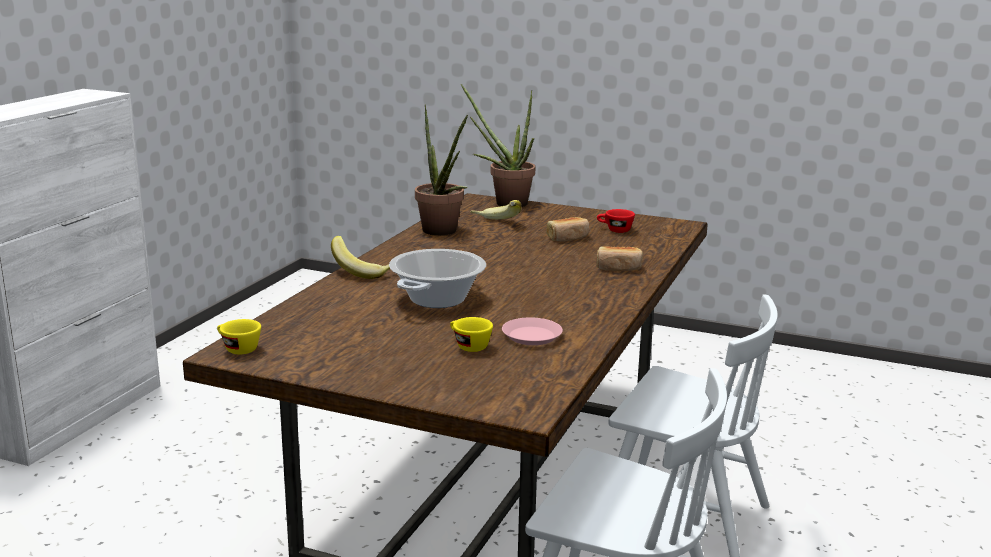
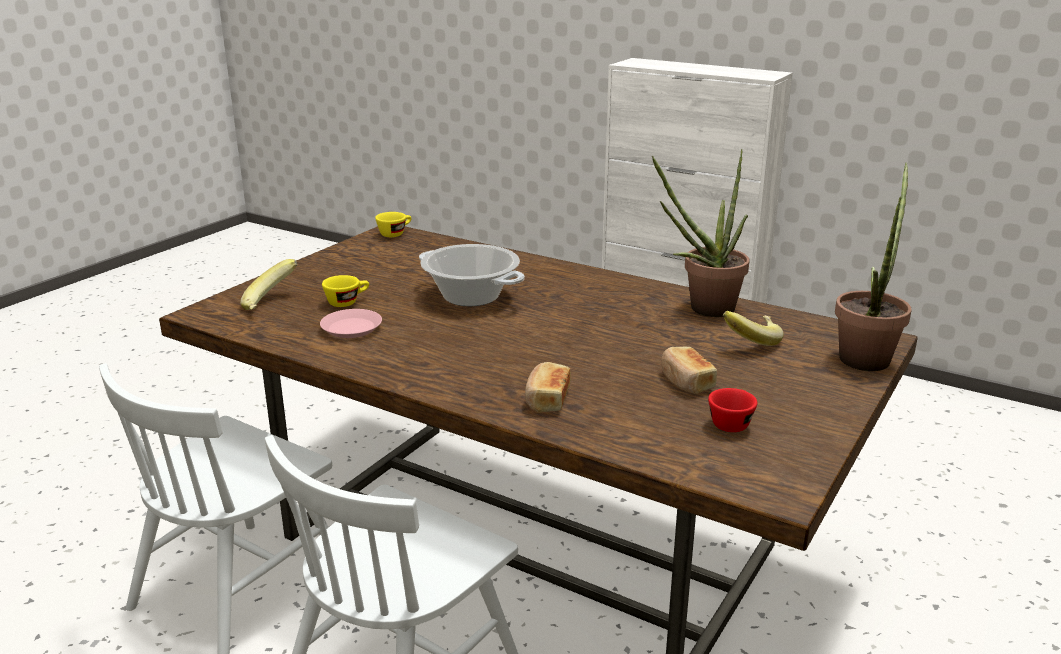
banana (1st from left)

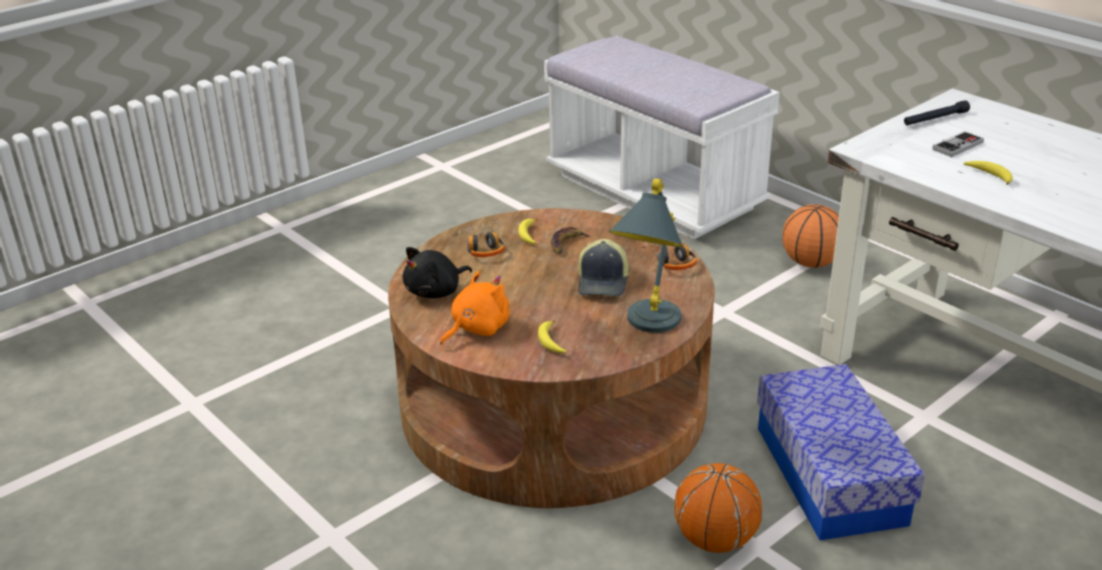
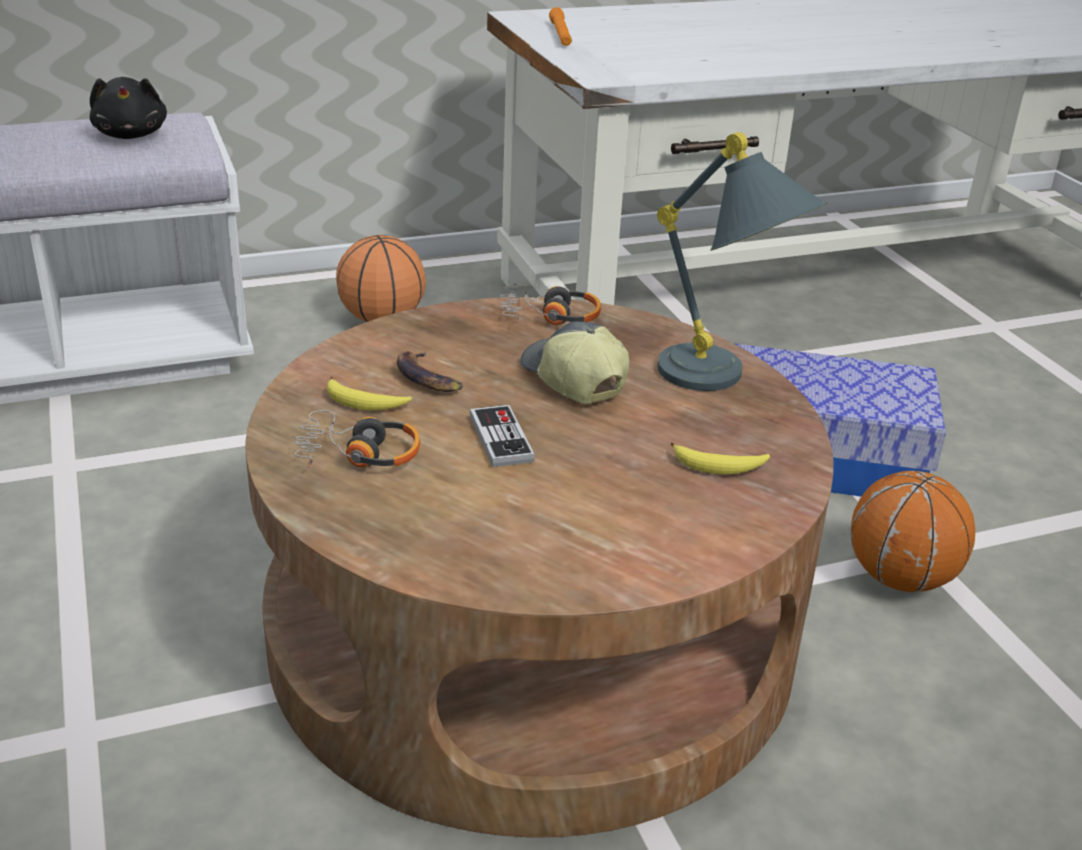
orange plush toy
banana (4th from left in the first image)
black plush toy
game controller
orange flashlight
cap

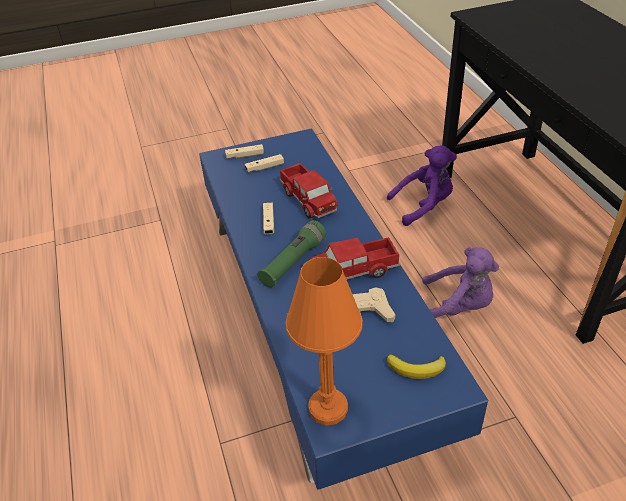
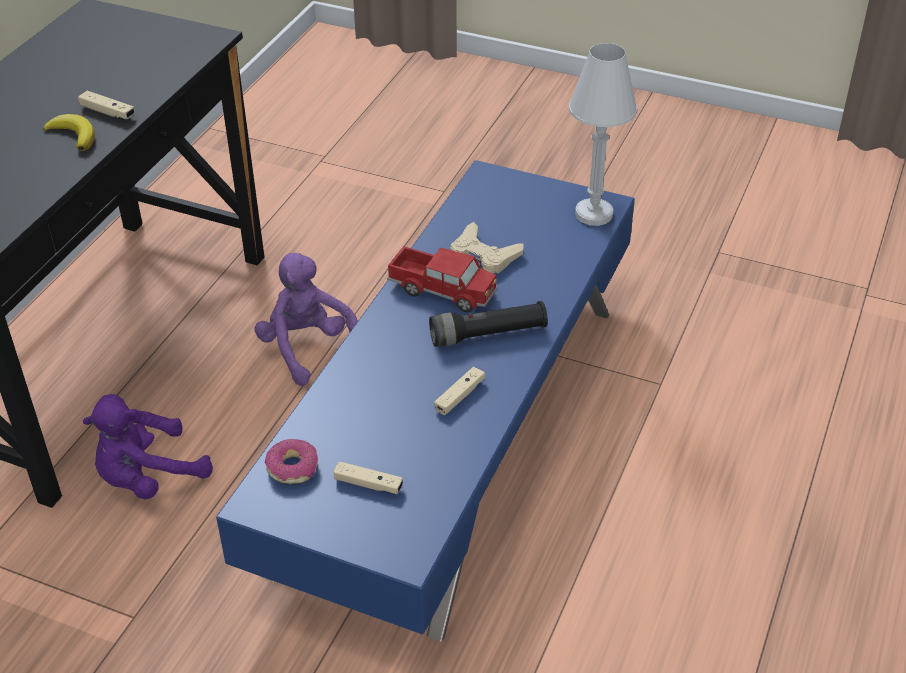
toy truck (1st from left in the first image)
donut
beige game controller (1st from left)
banana
black flashlight
white table lamp
purple plush toy (1st from left)

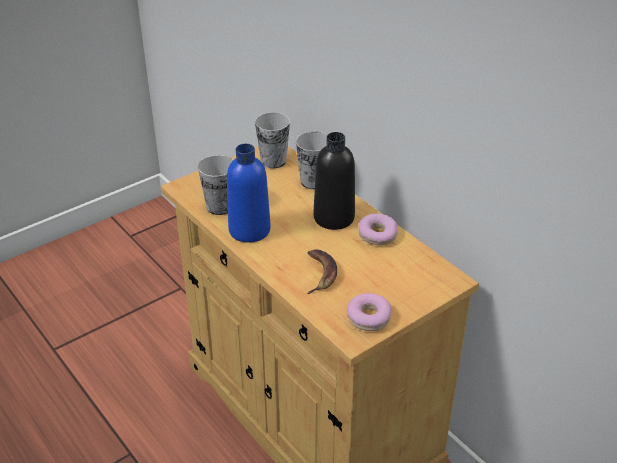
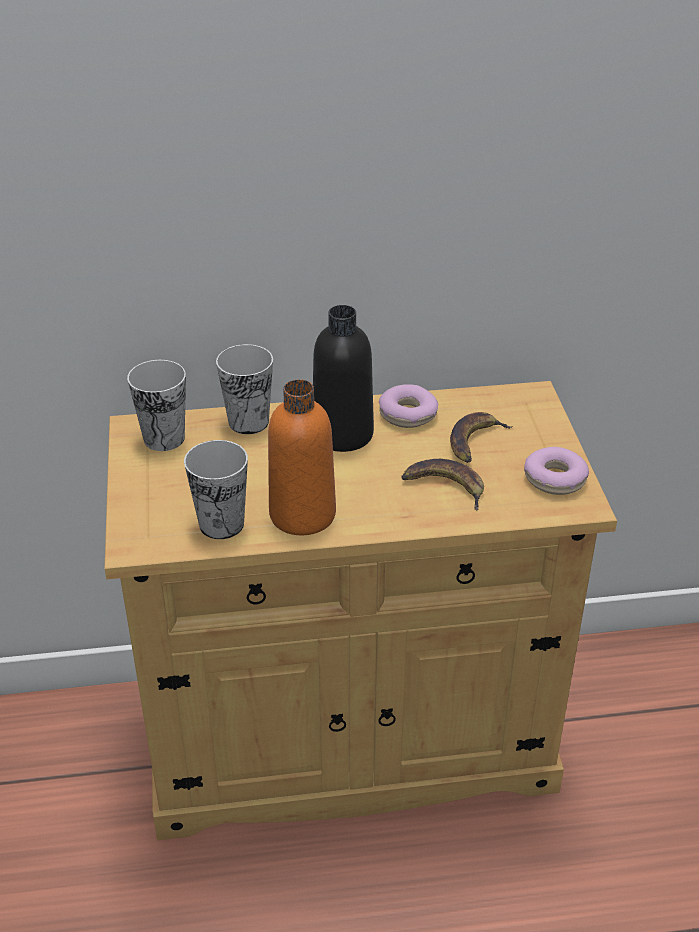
banana (2nd from left)
orange bottle

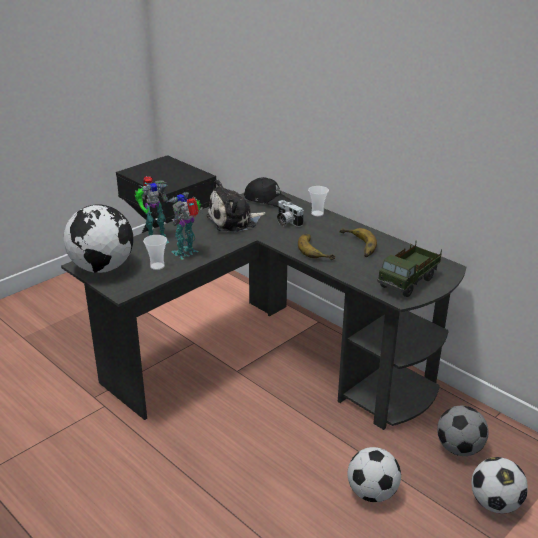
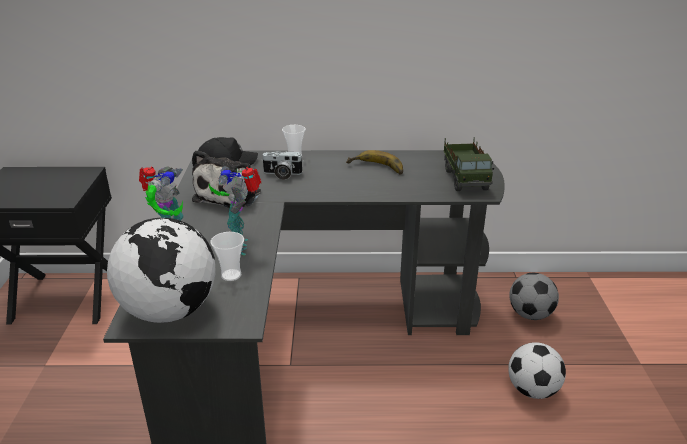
banana (1st from left in the first image)
football (3rd from left in the first image)

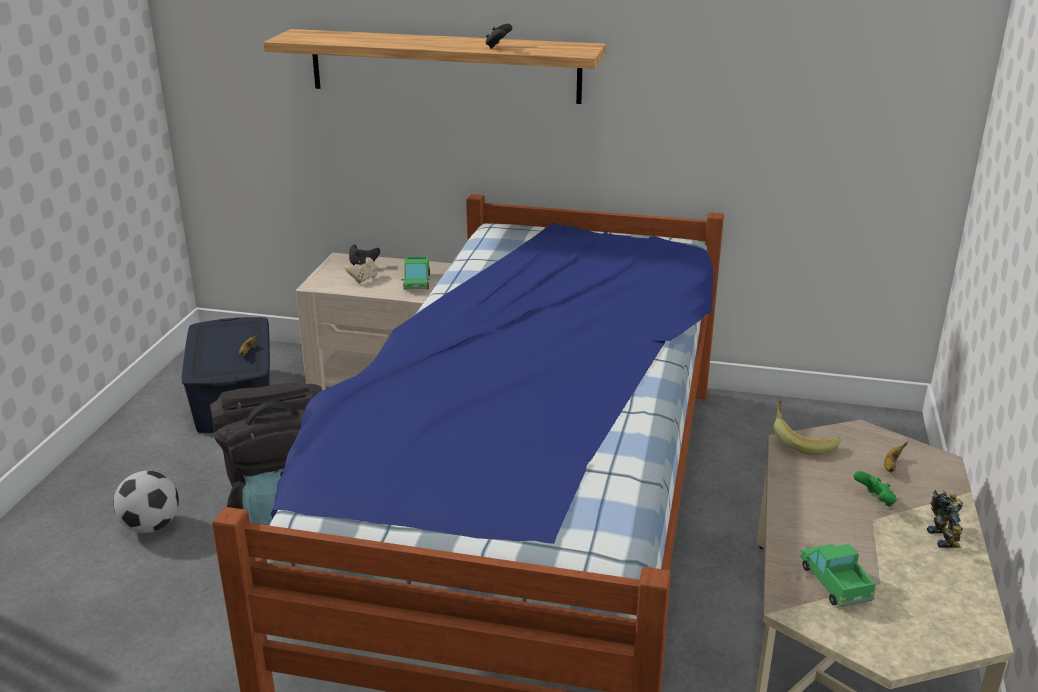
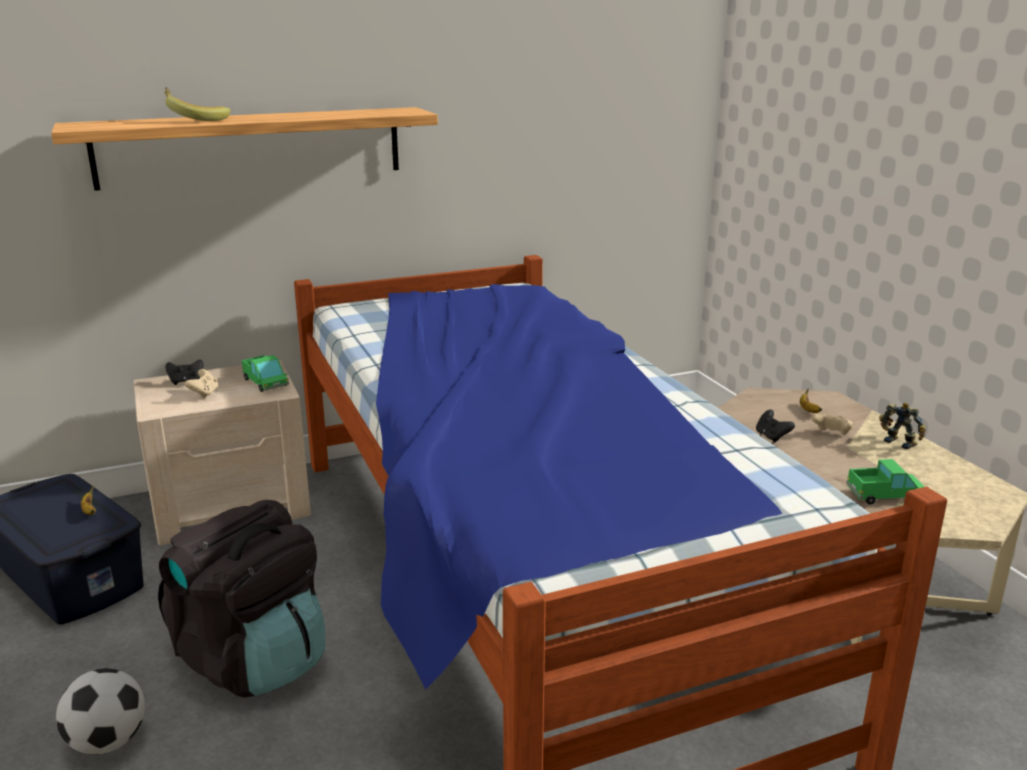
black game controller (2nd from left)
banana (2nd from left)
beige game controller (2nd from left)
toy truck (2nd from left)

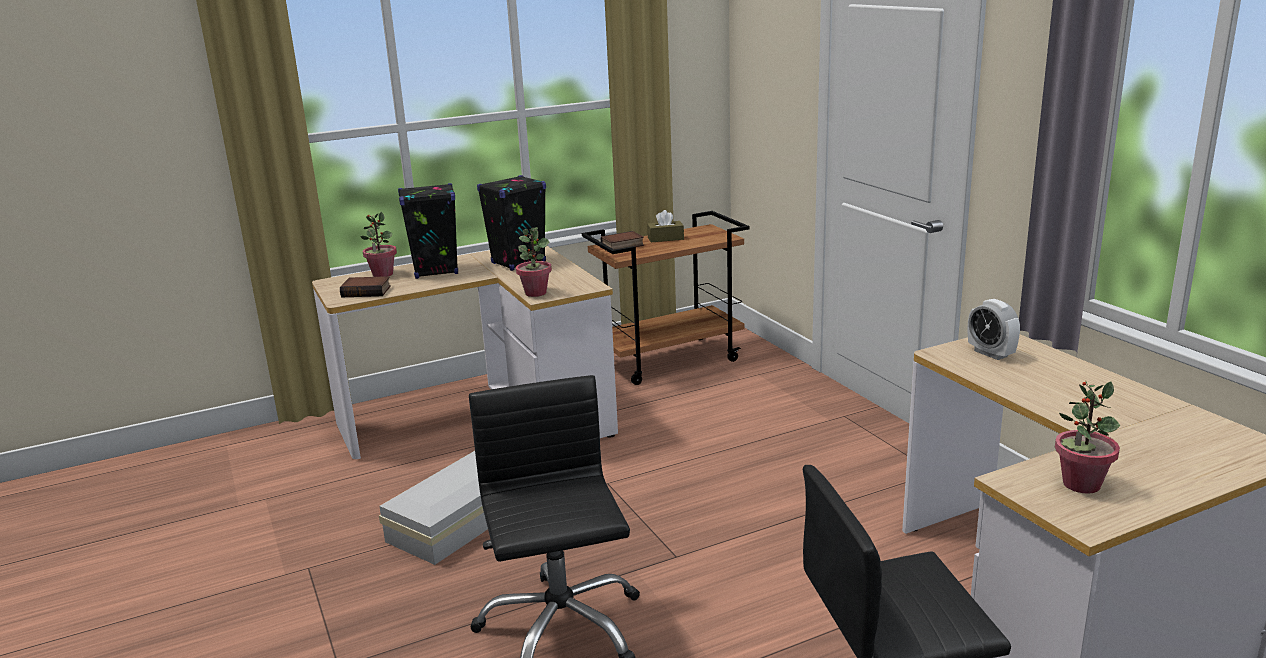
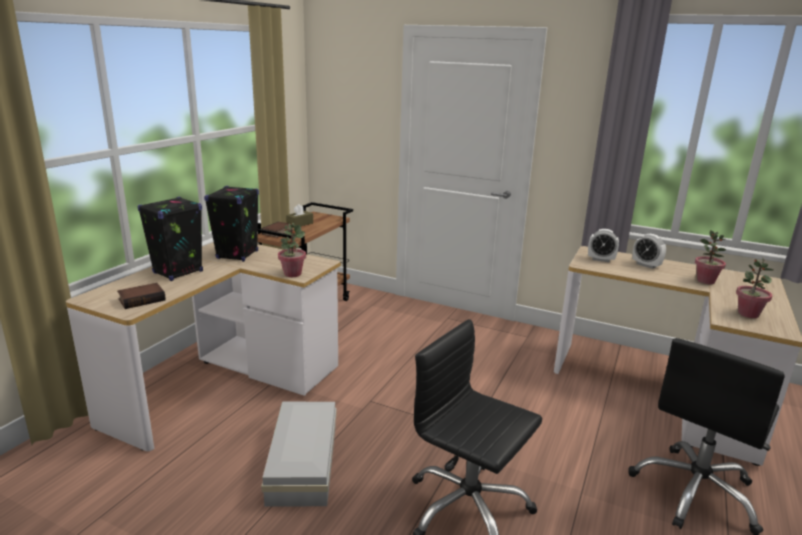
alarm clock (2nd from left)
potted plant (2nd from left)

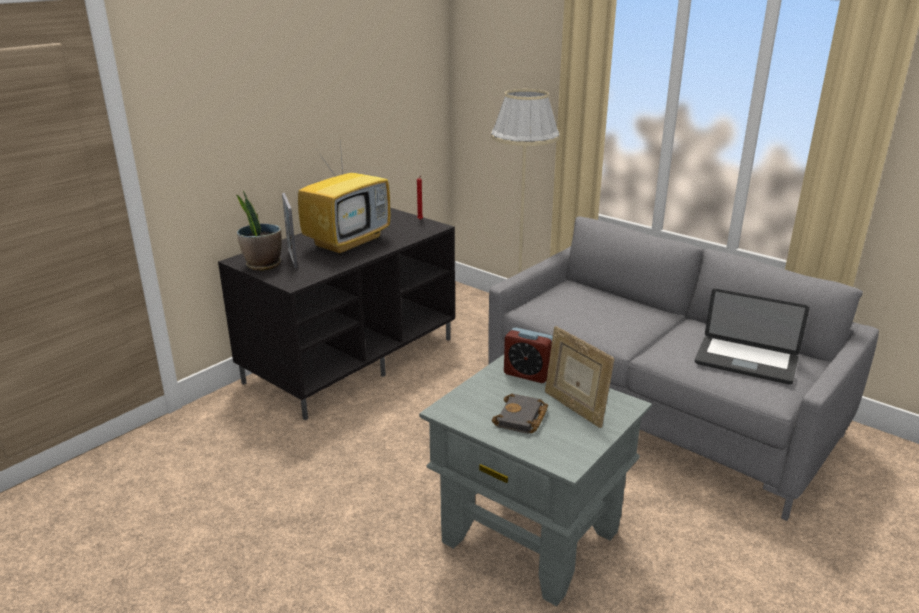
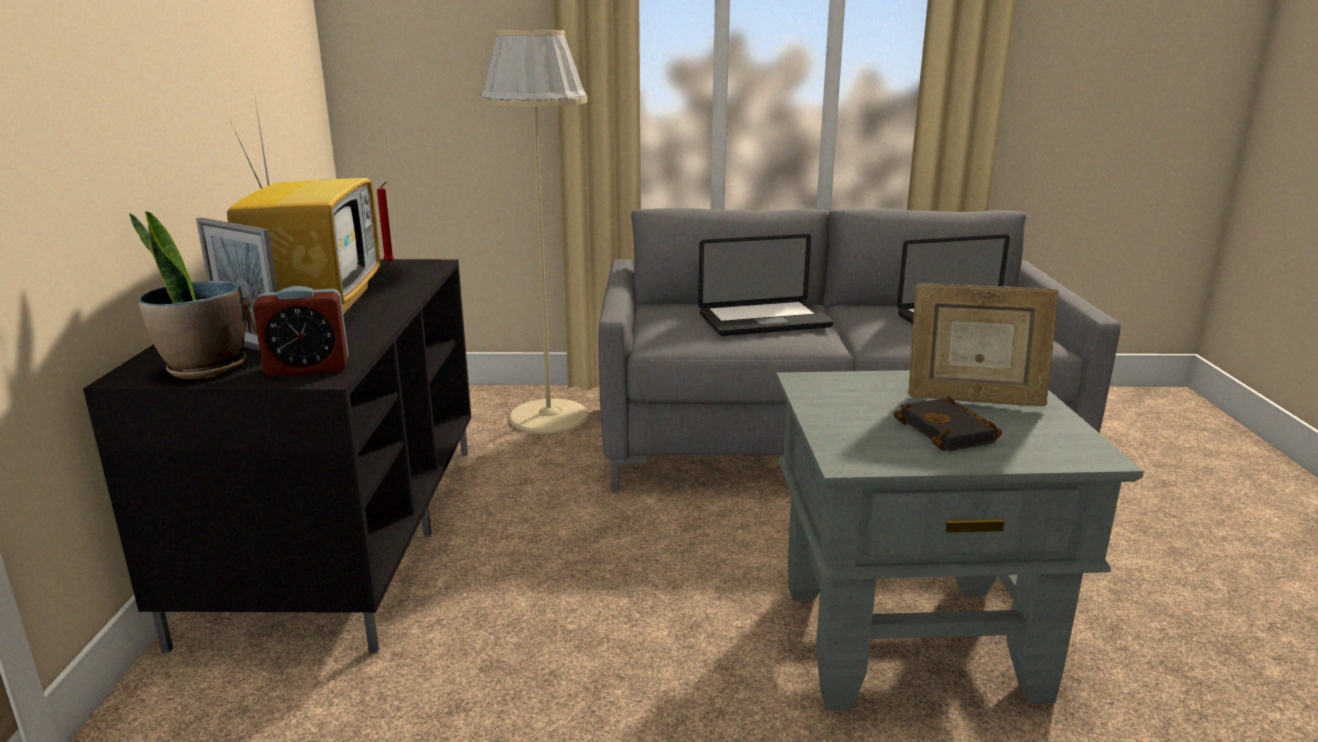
laptop (1st from left)
alarm clock

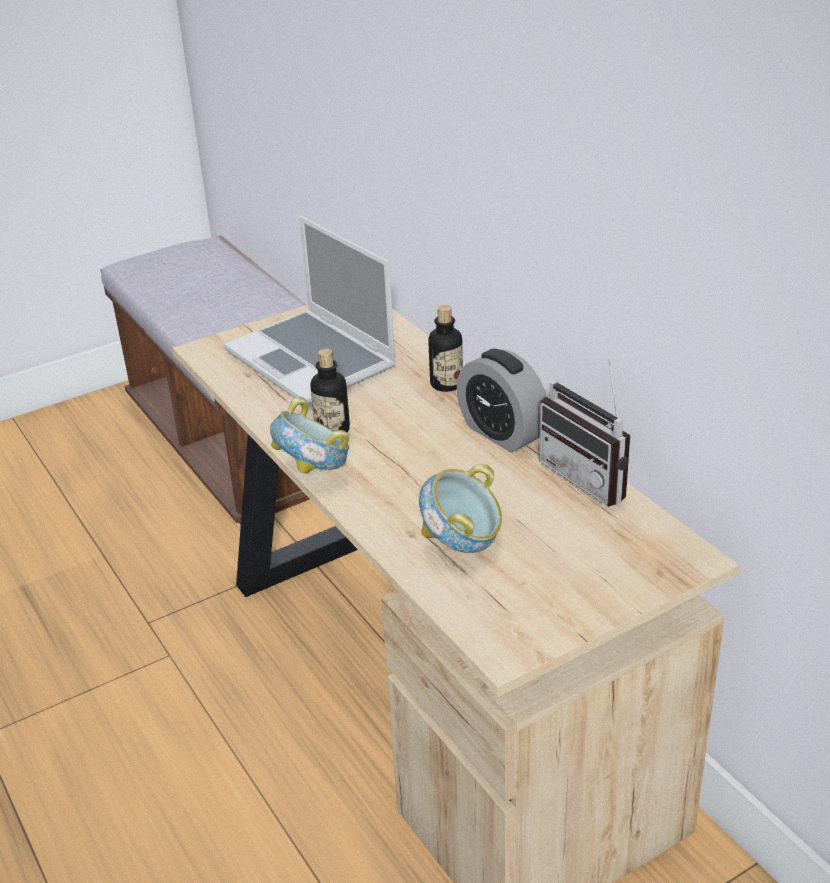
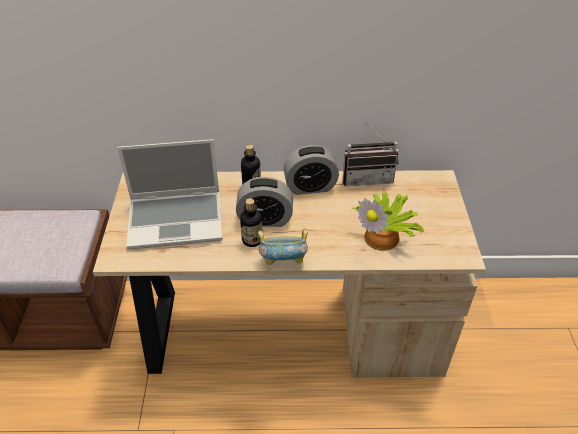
alarm clock (1st from left)
potted plant

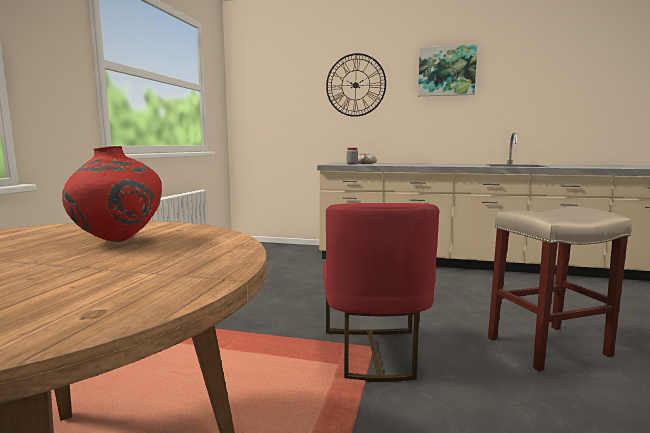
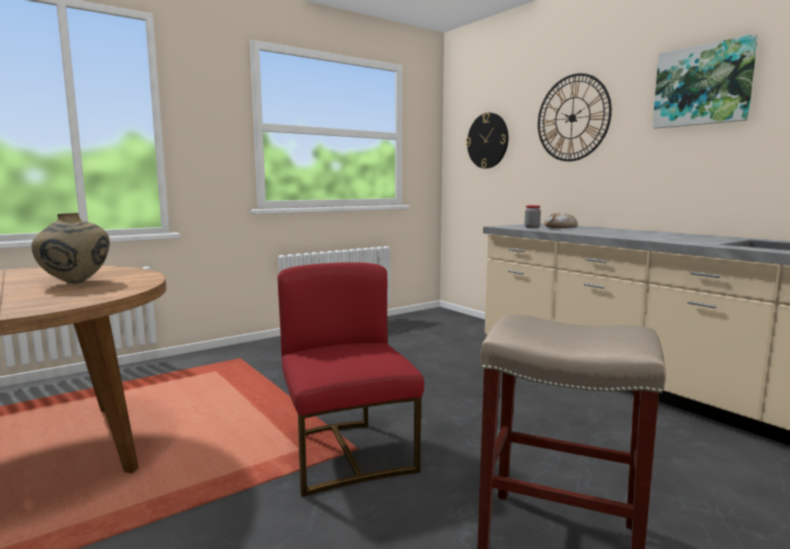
wall clock (1st from left)
beige vase
red chair

